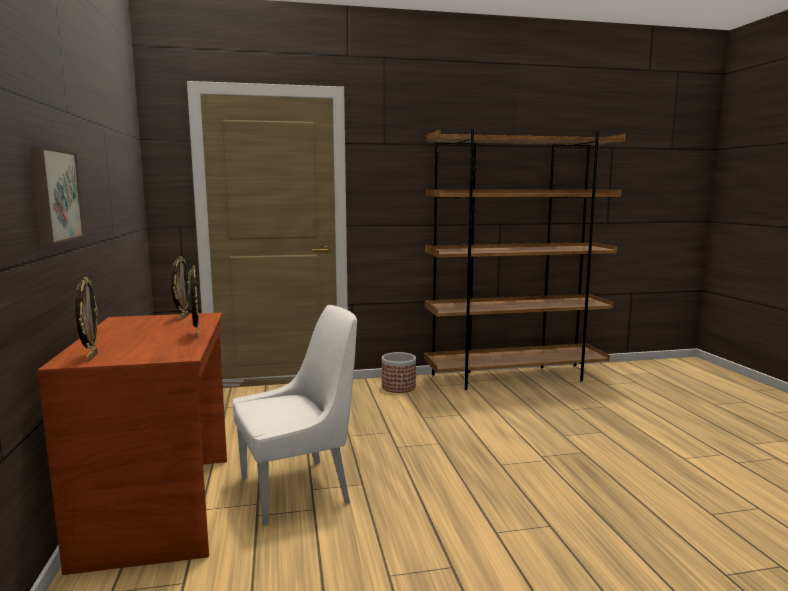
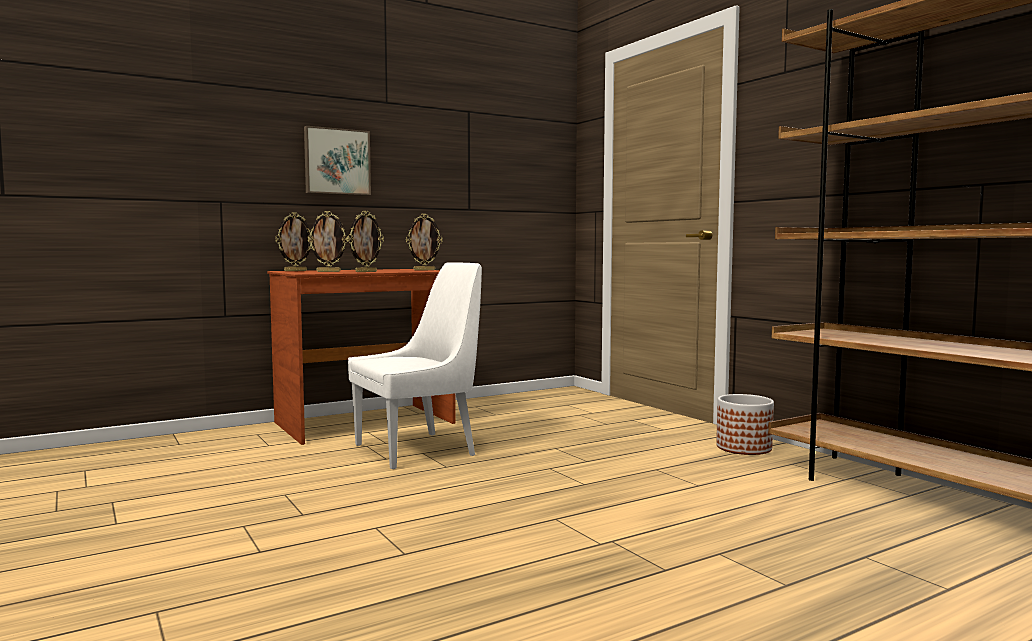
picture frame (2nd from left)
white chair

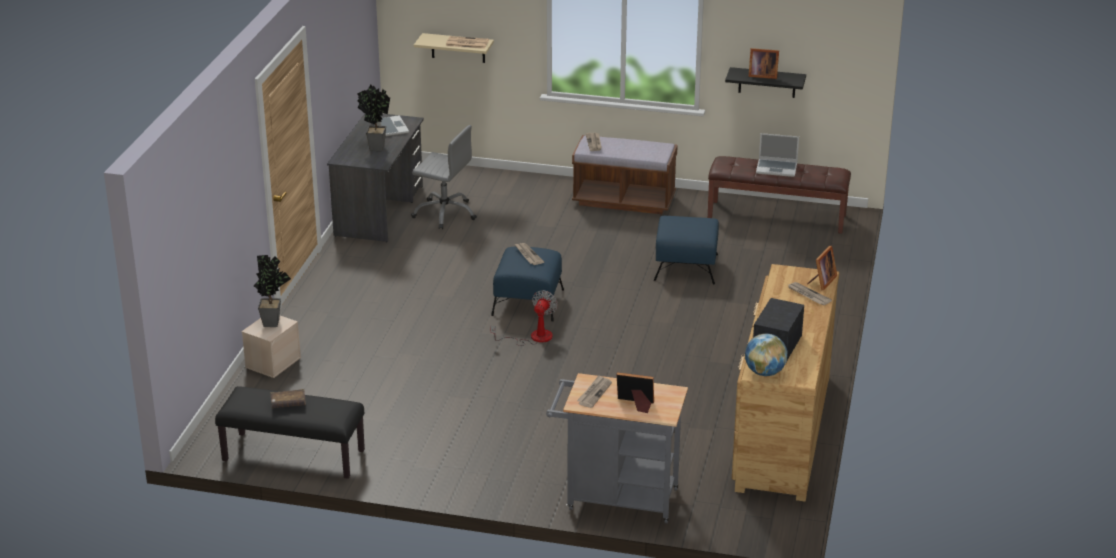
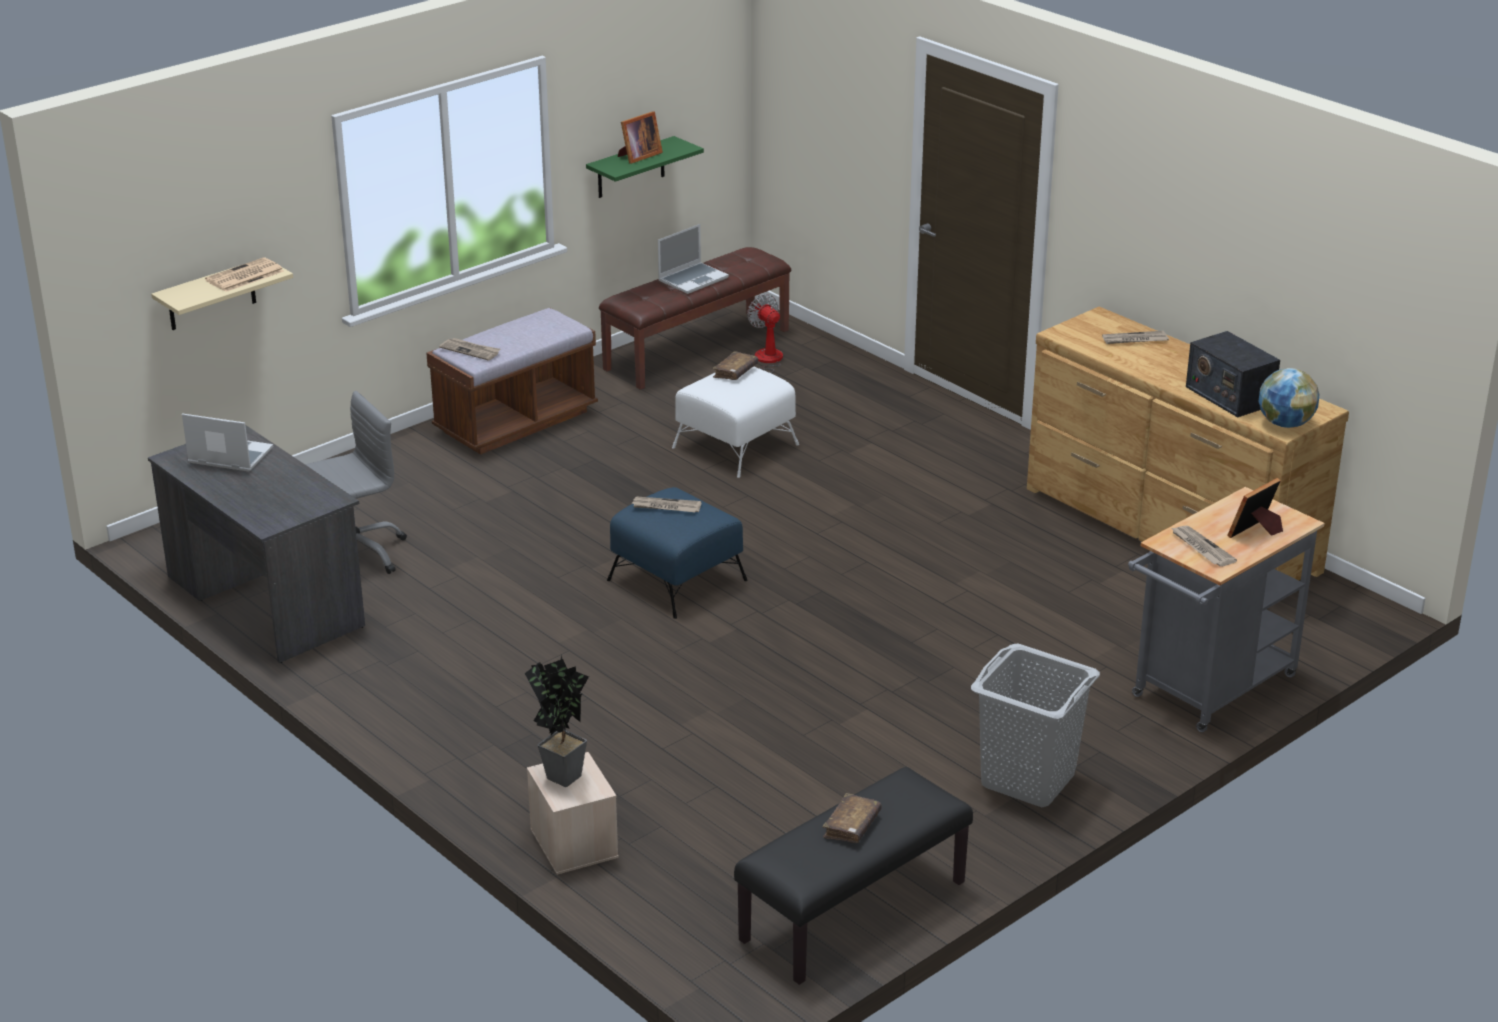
potted plant (2nd from left in the first image)
picture frame (3rd from left in the first image)
brown book (1st from left)
grey laundry basket
fan
white ottoman
green shelf

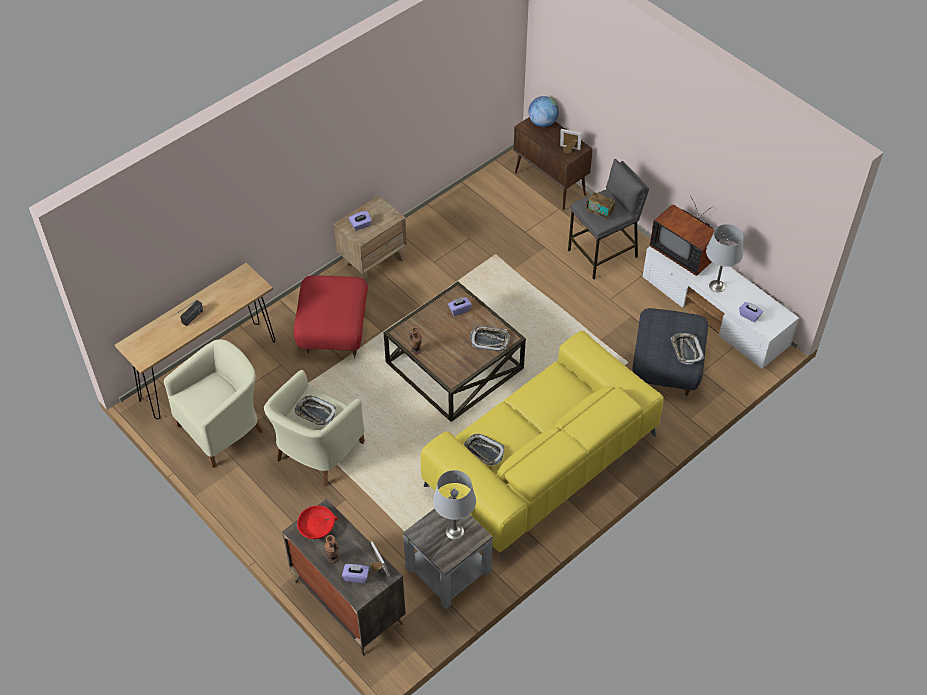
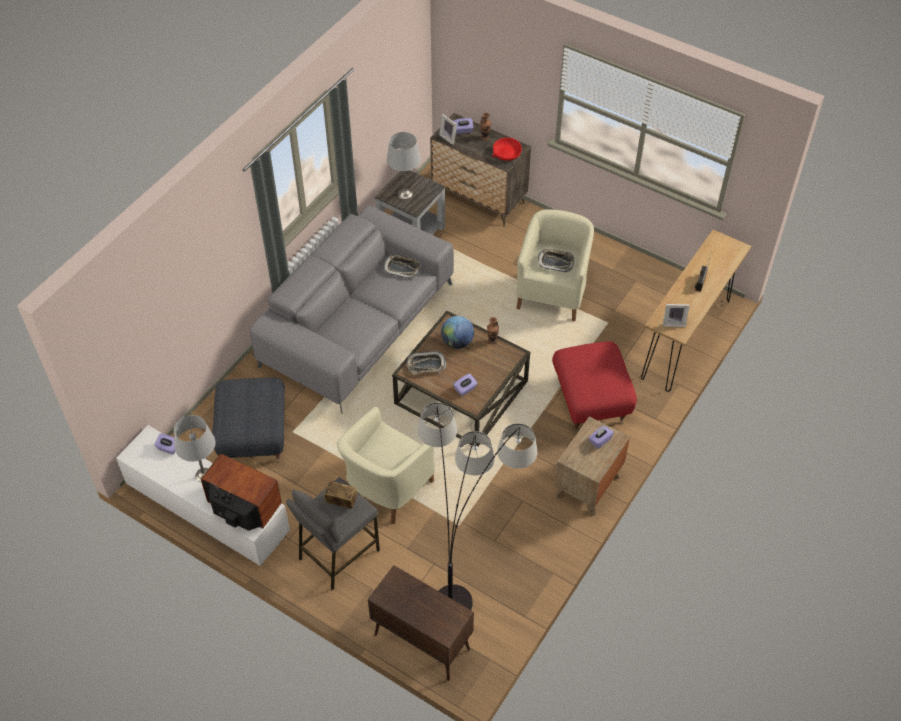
tray (4th from left in the first image)
floor lamp
beige armchair (1st from left)
globe
picture frame (2nd from left)
grey sofa

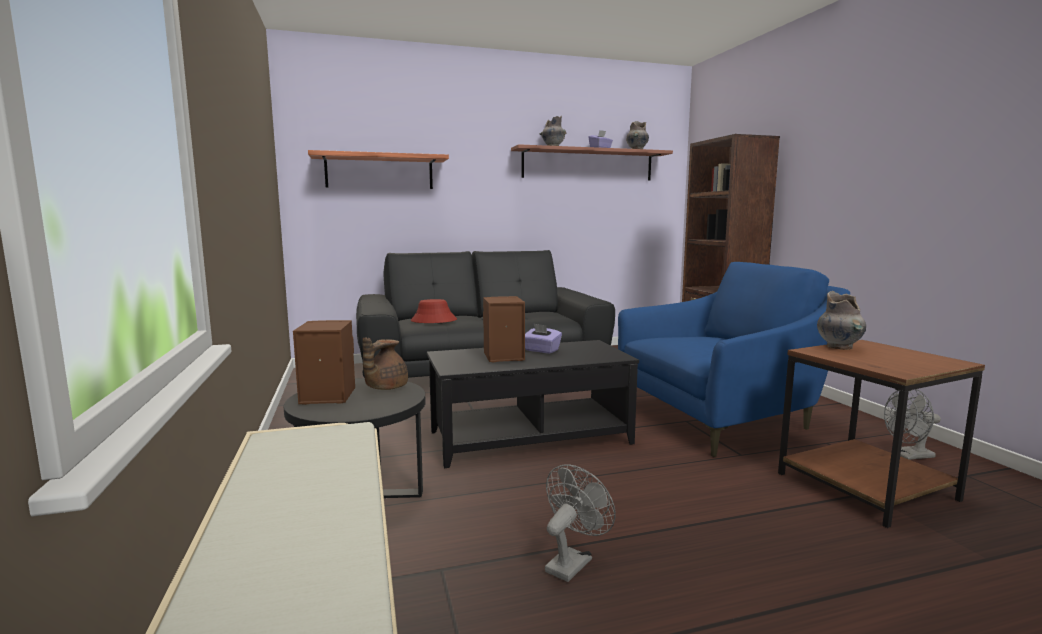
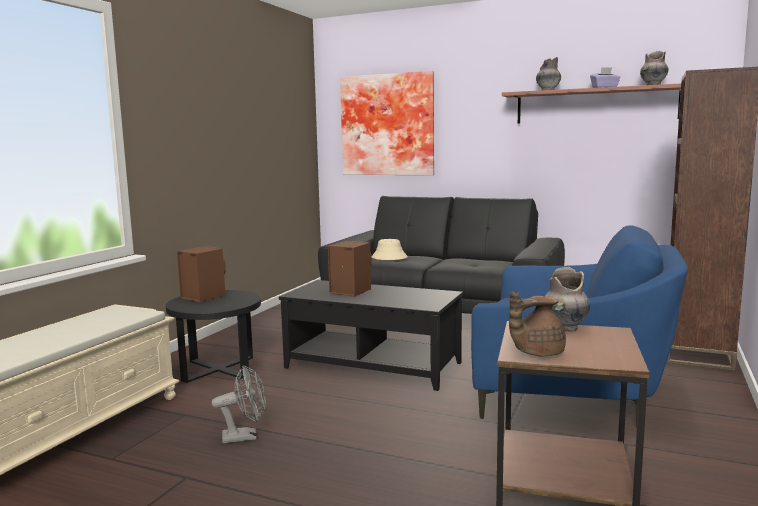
purple tissue box (1st from left in the first image)
grey fan (2nd from left in the first image)
brown teapot
picture
beige hat

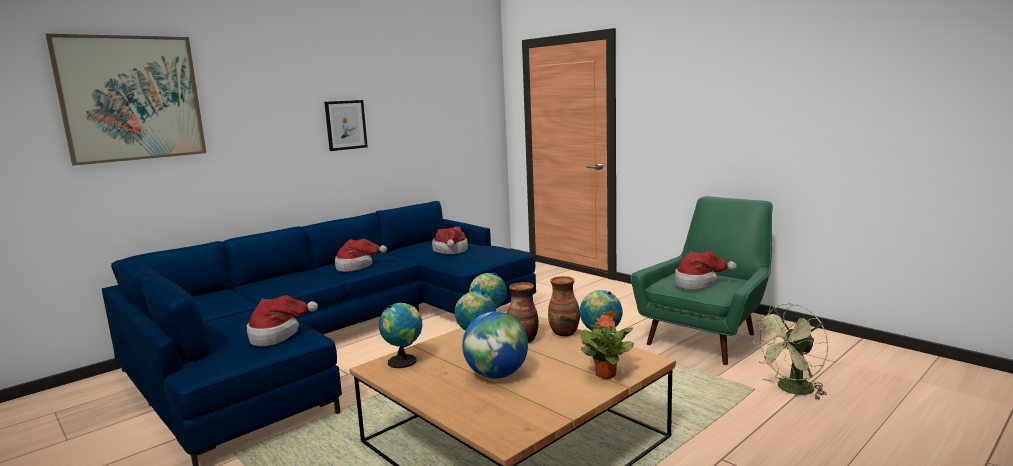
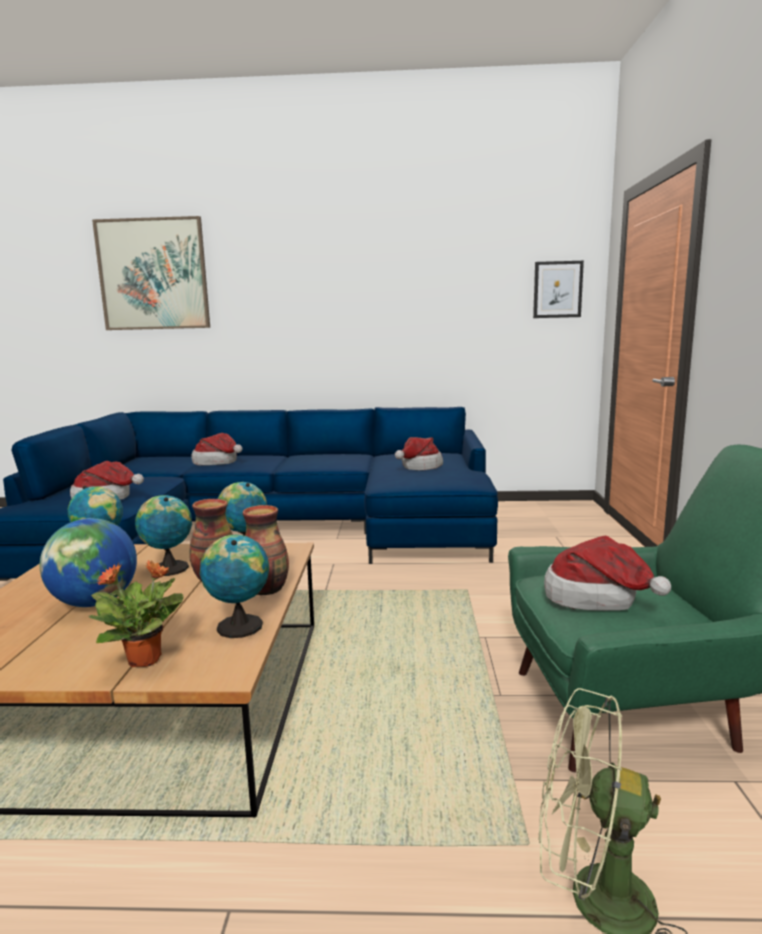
picture (2nd from left)
hat (2nd from left)

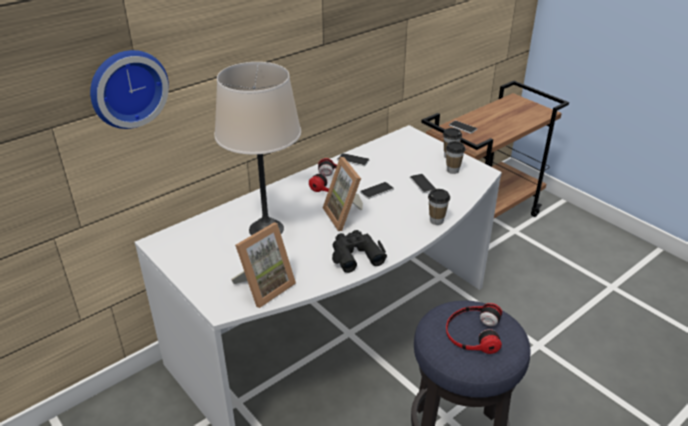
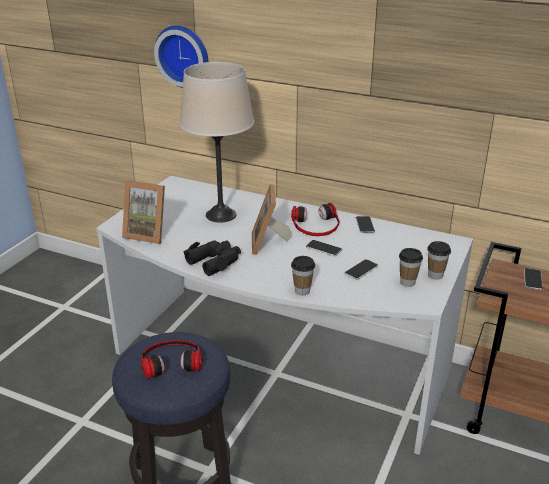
picture frame (2nd from left)

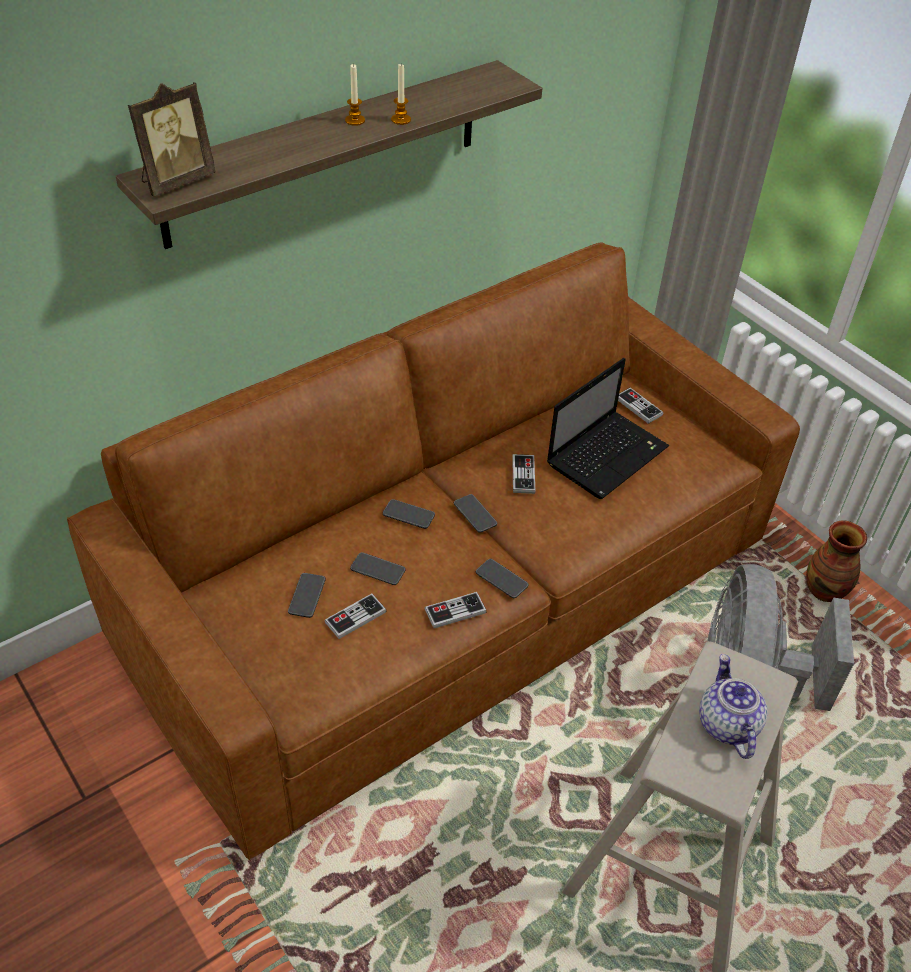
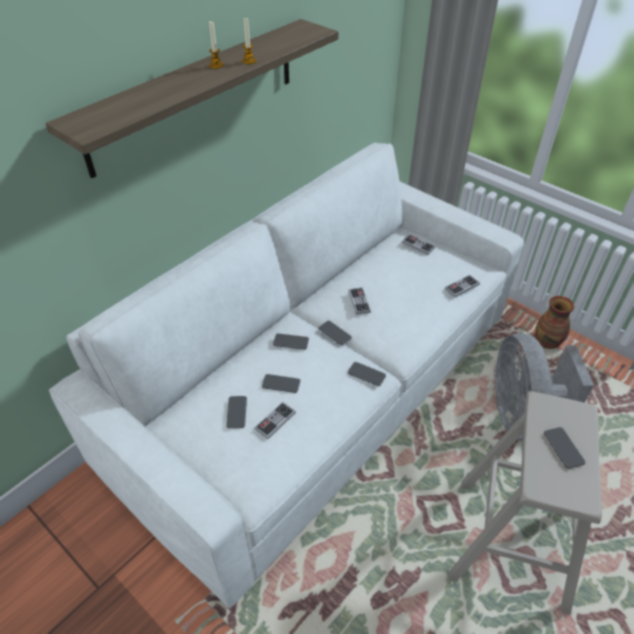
picture frame
laptop
game controller (4th from left)
phone (6th from left)
white sofa

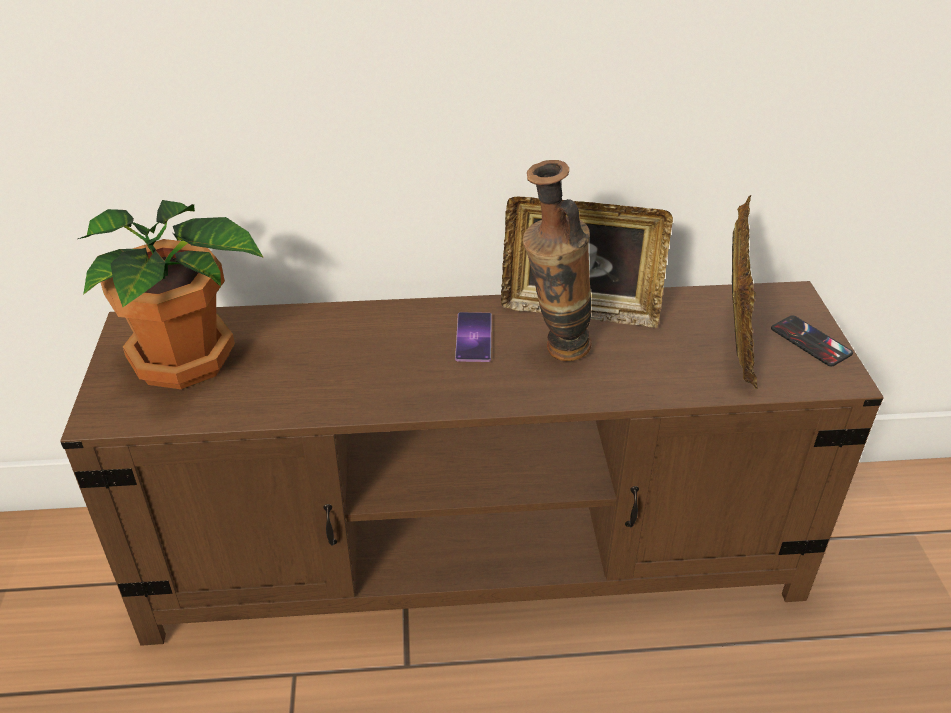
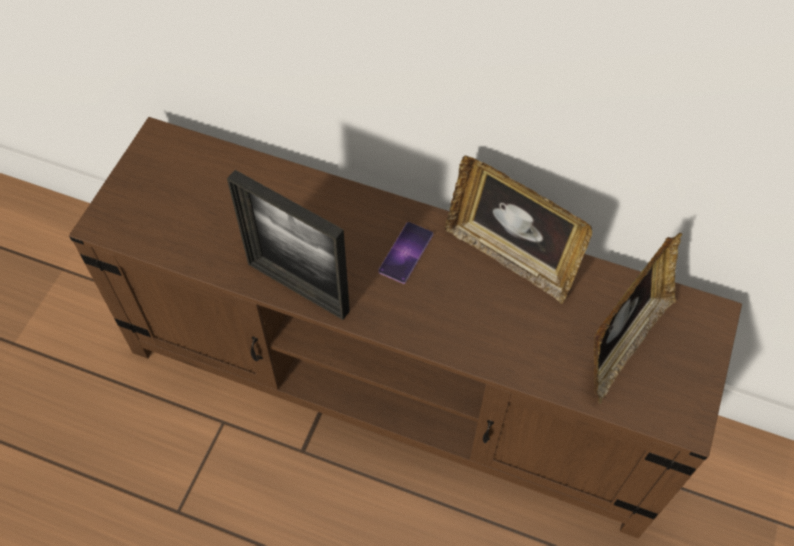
potted plant
vase
phone (2nd from left in the first image)
picture frame (1st from left)

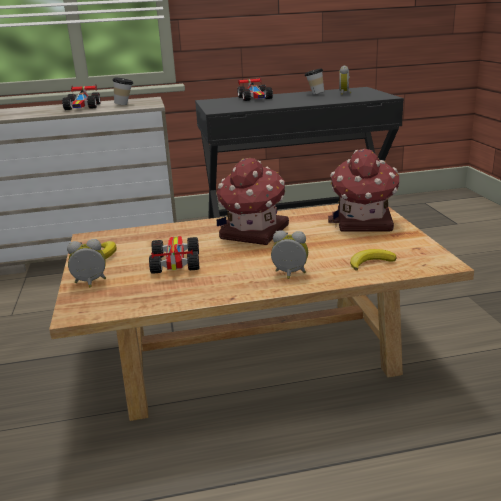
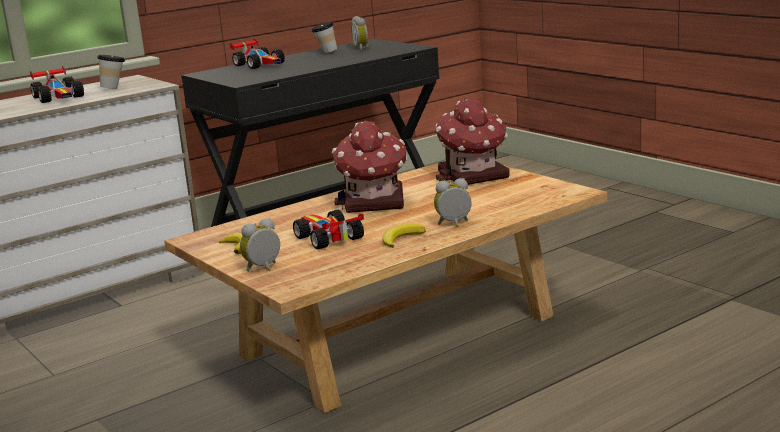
banana (2nd from left)

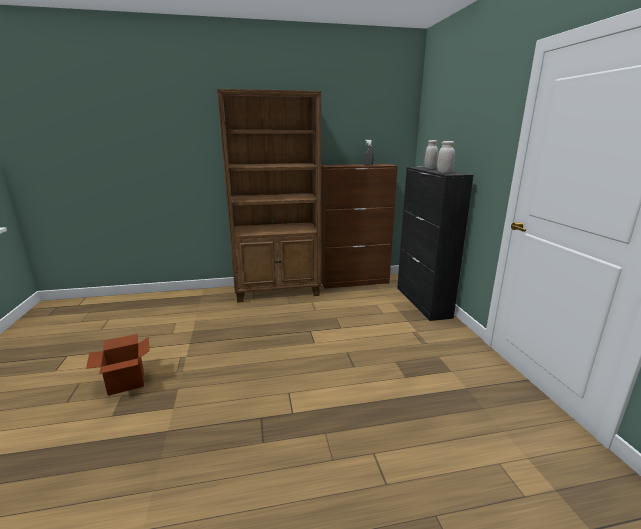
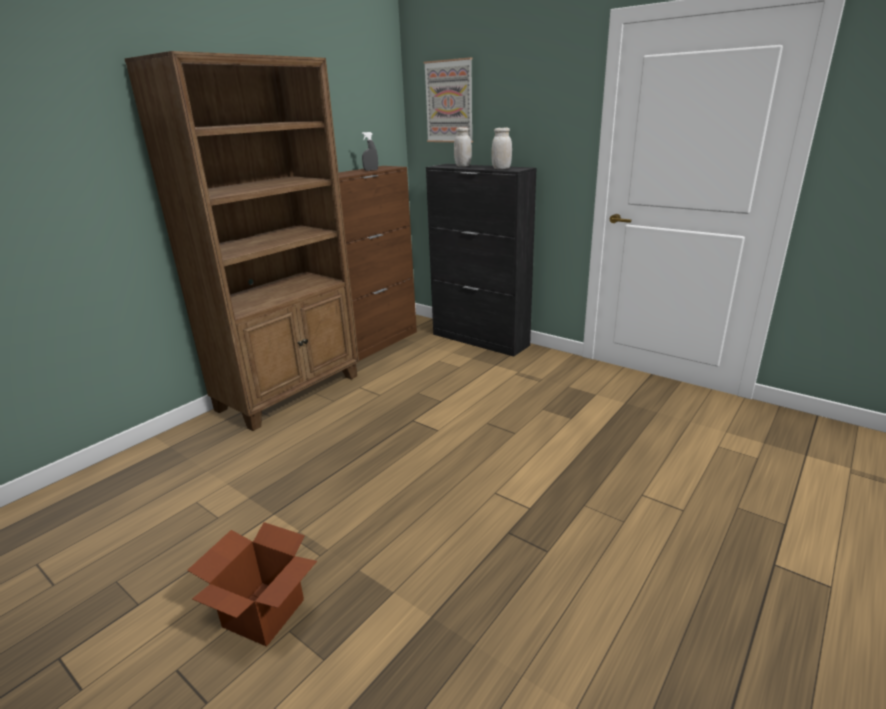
picture

